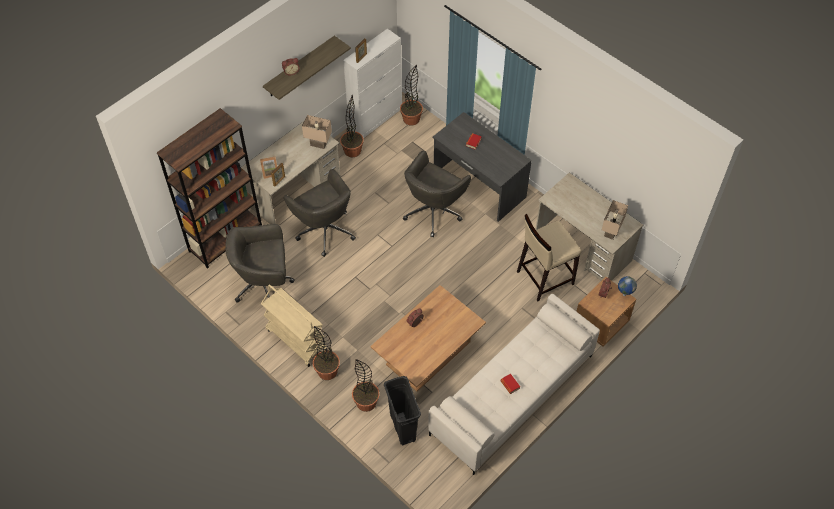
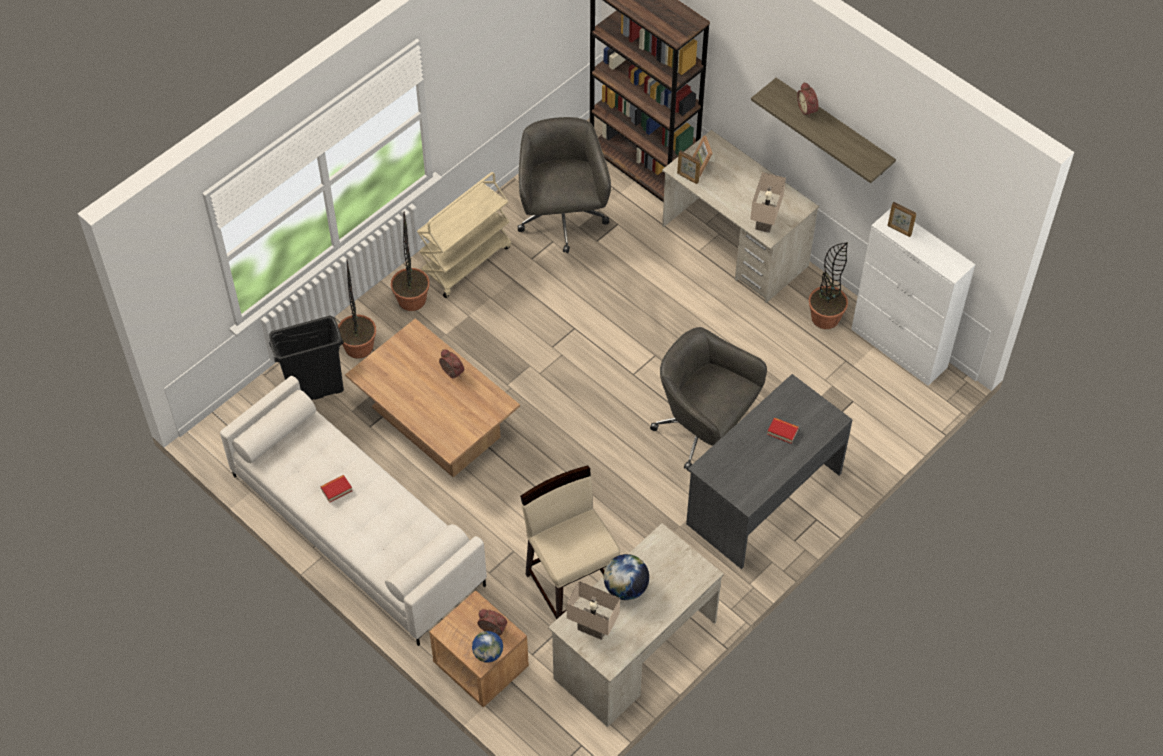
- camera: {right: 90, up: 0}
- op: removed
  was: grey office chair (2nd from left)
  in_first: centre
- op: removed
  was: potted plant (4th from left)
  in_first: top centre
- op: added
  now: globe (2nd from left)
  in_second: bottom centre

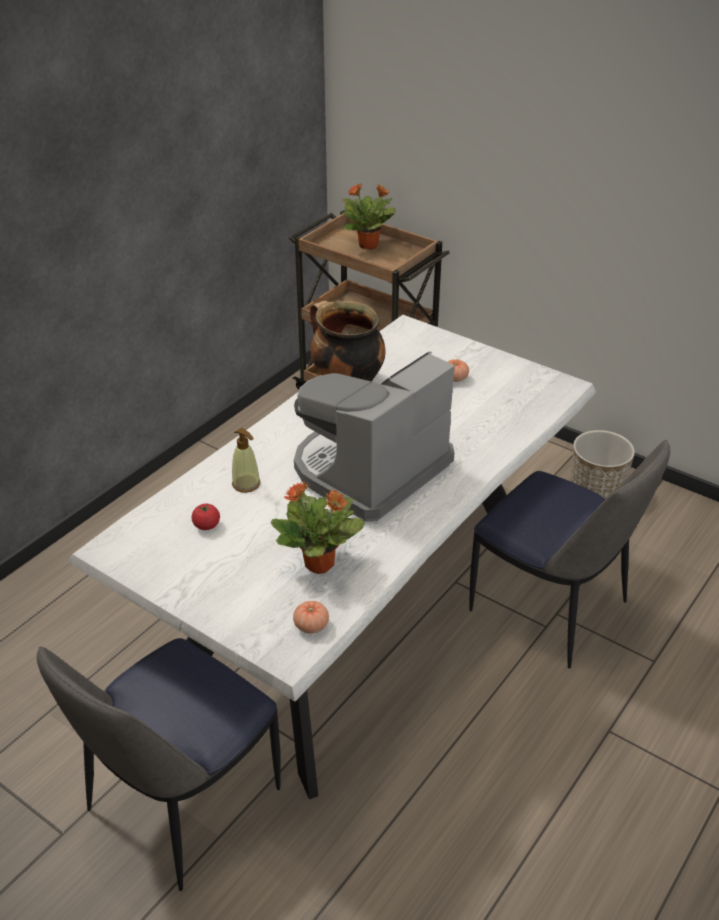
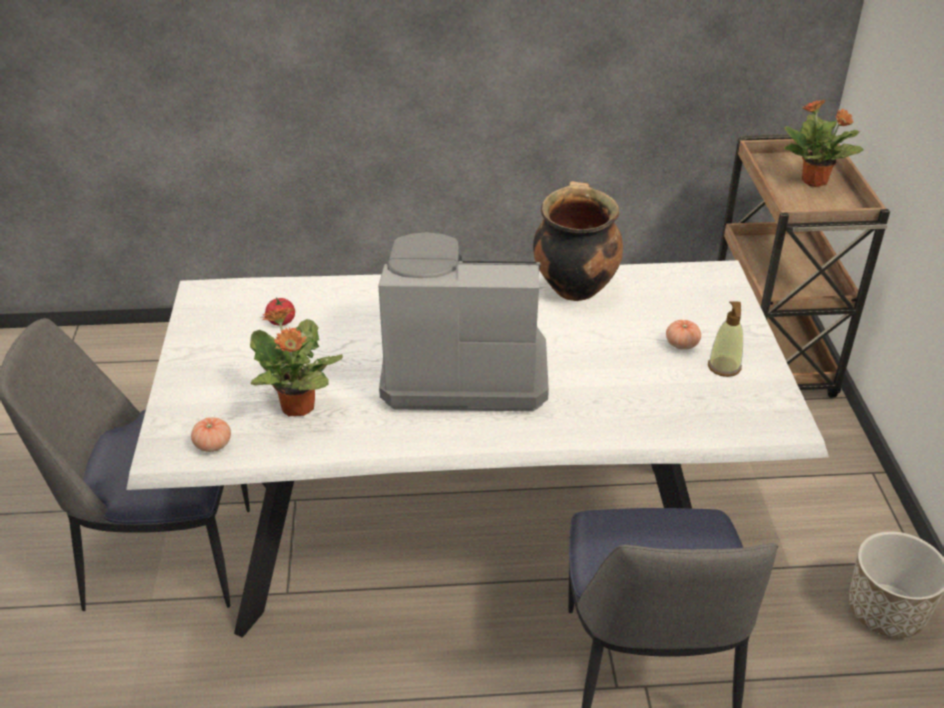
- camera: {right: 50, up: 0}
- op: moved
  was: soap dispenser
  in_first: centre
  in_second: middle right

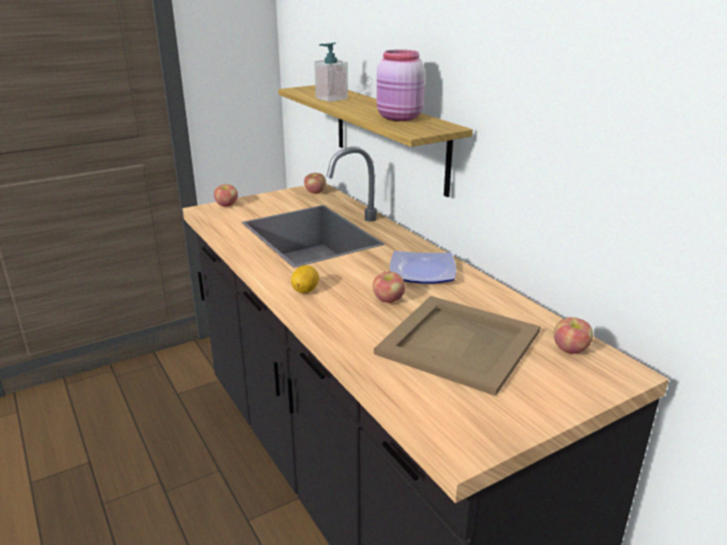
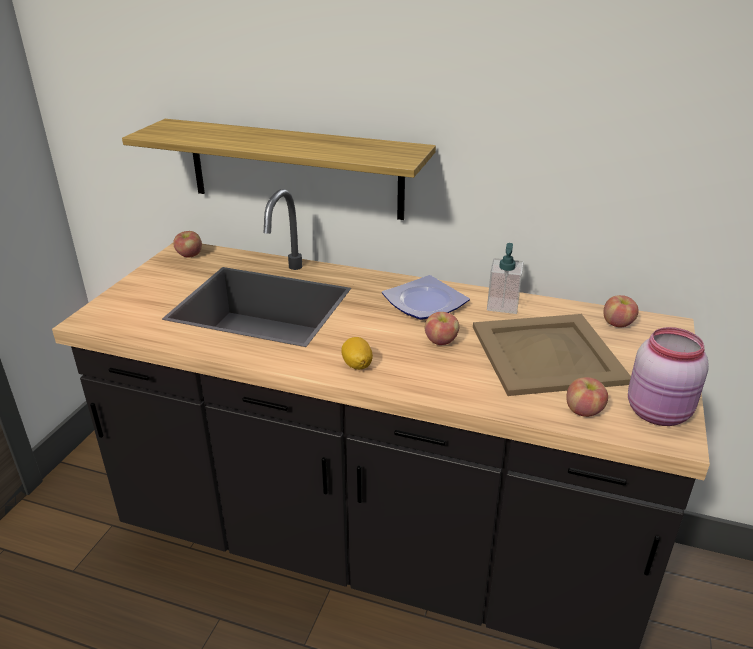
- camera: {right: -40, up: 5}
- op: moved
  was: apple (1st from left in the first image)
  now: apple (3rd from left)
  in_first: middle left
  in_second: middle right
- op: moved
  was: soap dispenser
  in_first: top centre
  in_second: middle right
- op: moved
  was: pink jar
  in_first: top centre
  in_second: middle right

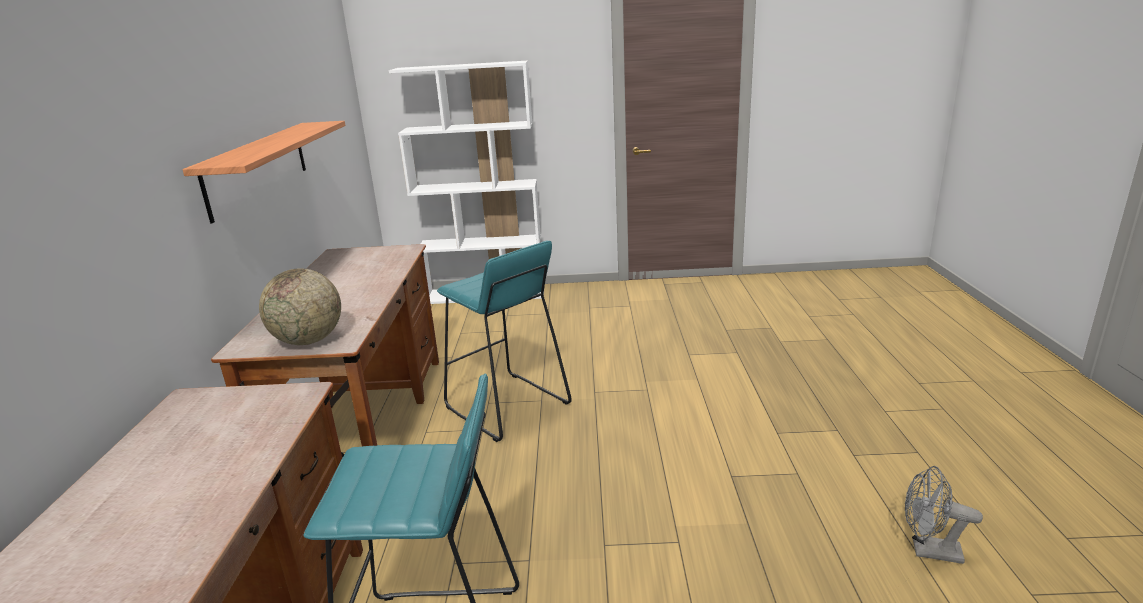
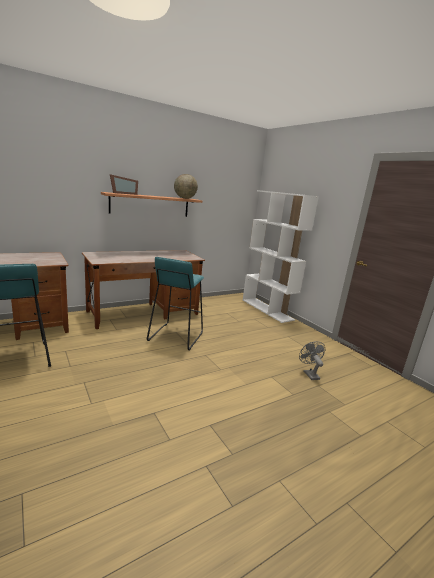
- camera: {right: 55, up: -5}
- op: moved
  was: globe
  in_first: middle left
  in_second: top centre
- op: moved
  was: grey fan
  in_first: bottom right
  in_second: middle right
- op: added
  now: picture frame
  in_second: top left

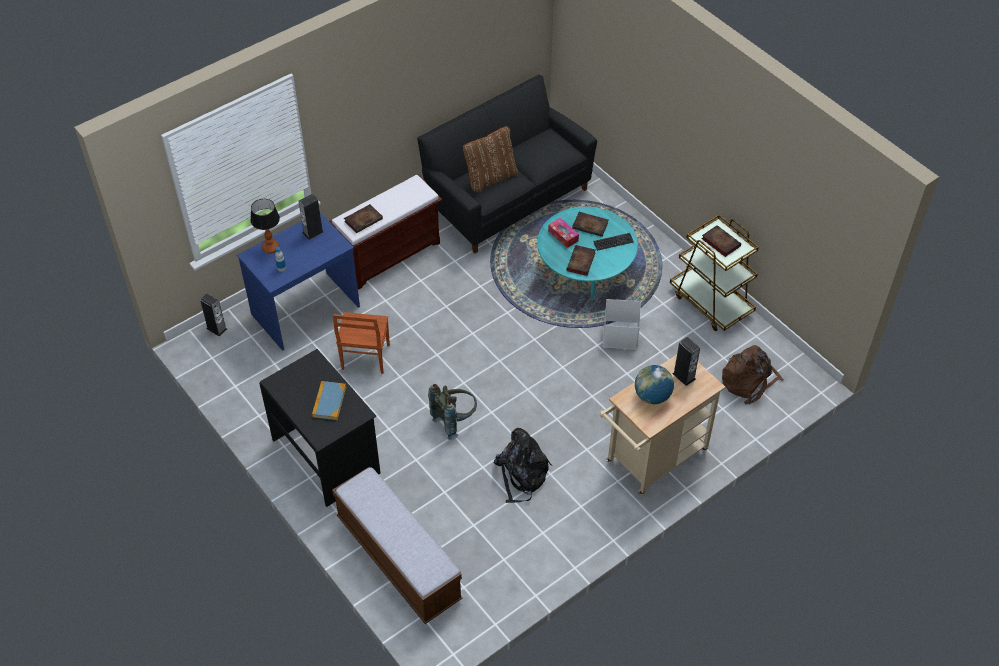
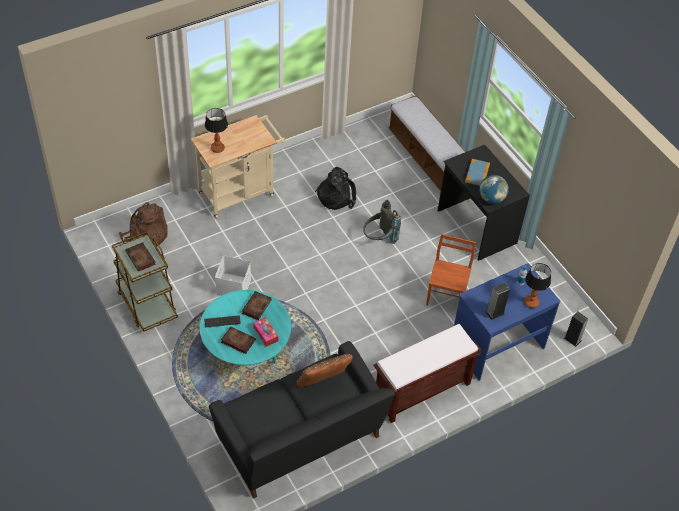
- camera: {right: -175, up: 0}
- op: removed
  was: book (2nd from left)
  in_first: top centre
- op: moved
  was: globe
  in_first: centre
  in_second: middle right
- op: replaced
  was: speaker (3rd from left)
  now: table lamp (1st from left)
  in_first: middle right
  in_second: top left

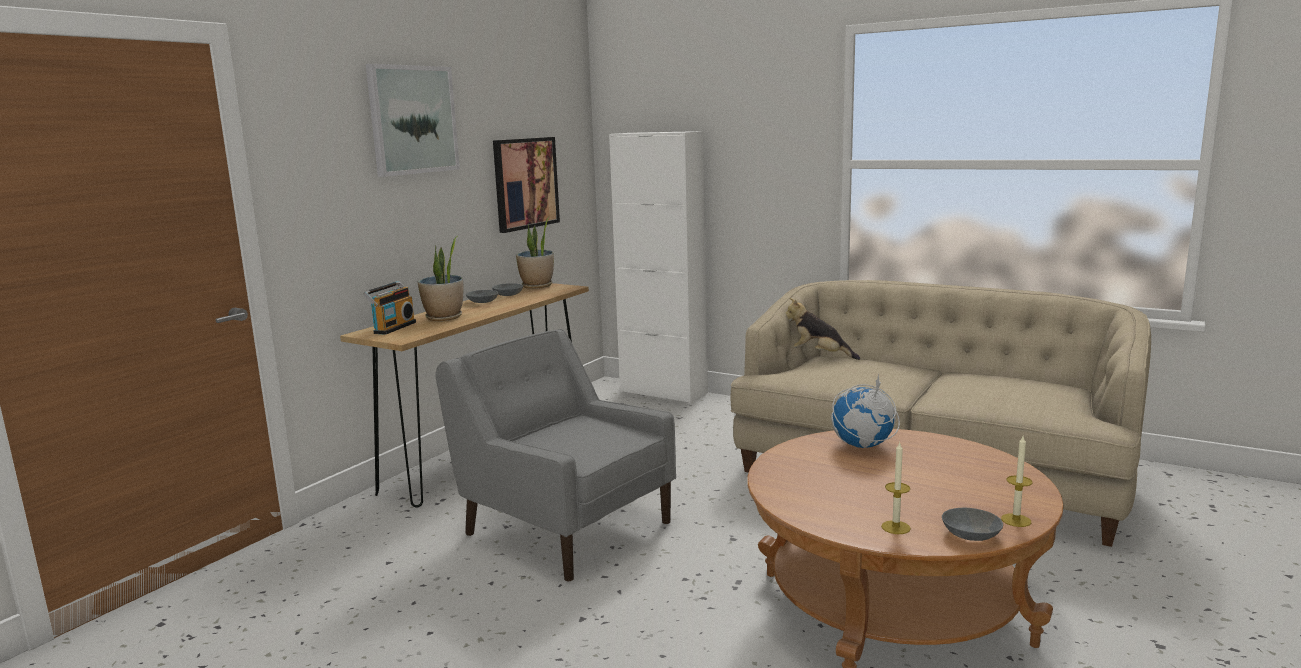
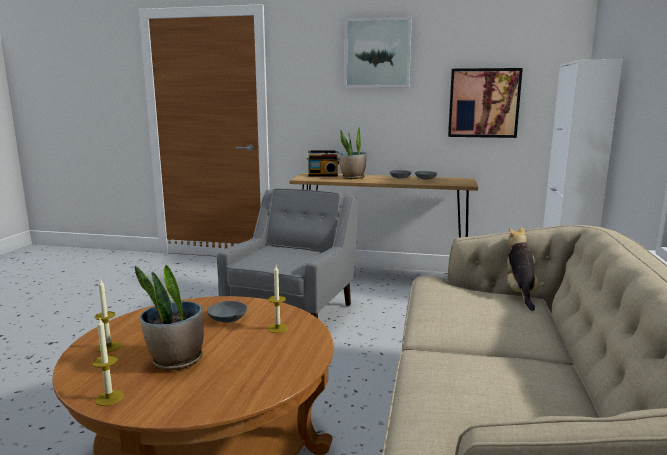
- camera: {right: 70, up: 0}
- op: moved
  was: potted plant (2nd from left in the first image)
  now: potted plant (1st from left)
  in_first: centre
  in_second: bottom left
- op: replaced
  was: globe
  now: candle (3rd from left)
  in_first: centre
  in_second: centre
- op: moved
  was: grey bowl (3rd from left in the first image)
  now: grey bowl (1st from left)
  in_first: bottom right
  in_second: bottom centre

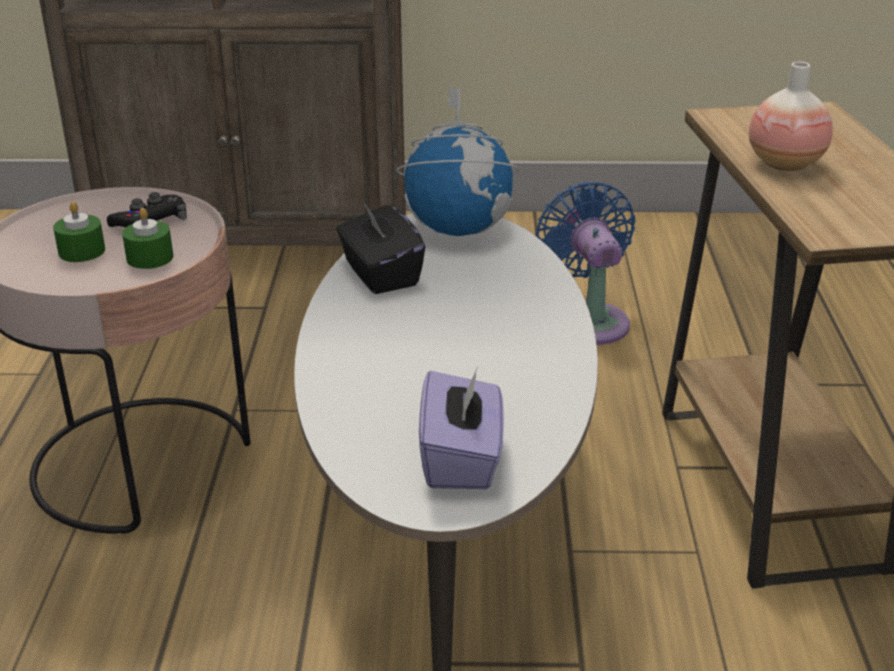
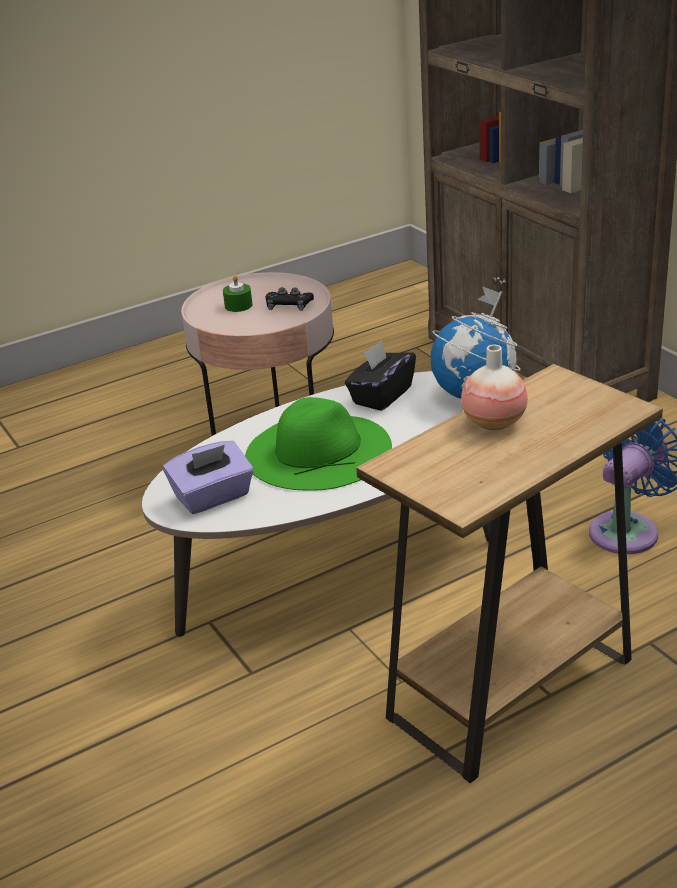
- camera: {right: 60, up: 0}
- op: removed
  was: green candle (2nd from left)
  in_first: middle left
- op: added
  now: green hat
  in_second: centre

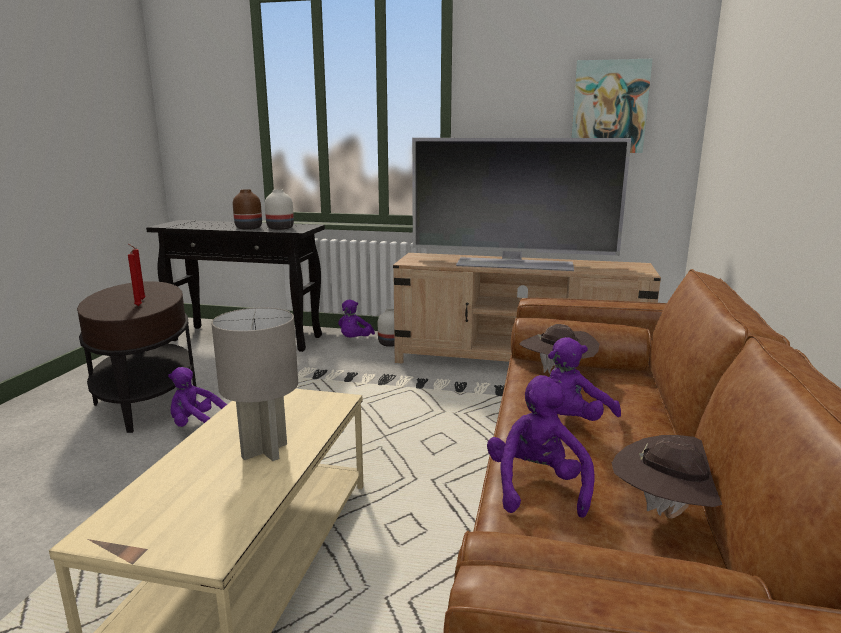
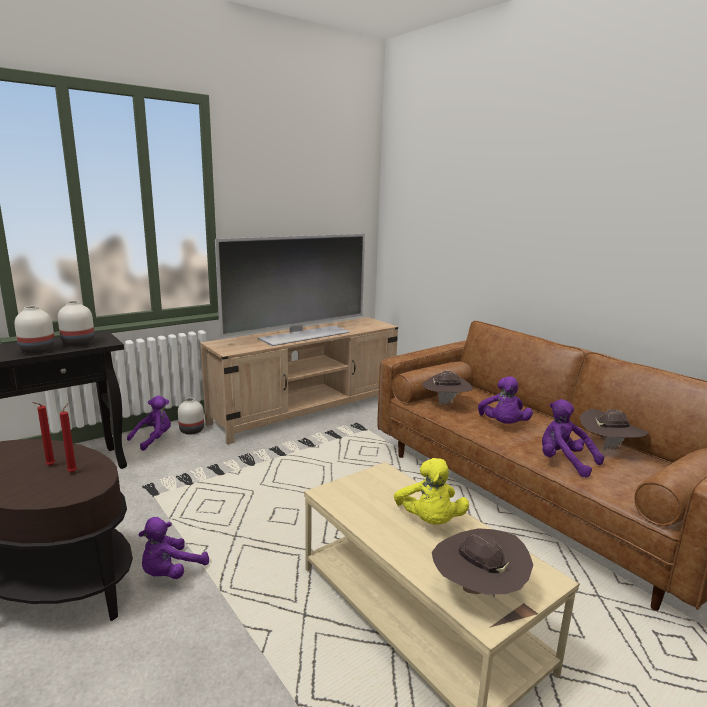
- camera: {right: -50, up: 0}
- op: replaced
  was: grey table lamp
  now: yellow plush toy
  in_first: middle left
  in_second: bottom centre
- op: recoloured
  was: brown vase
  now: white vase (1st from left)
  in_first: top left
  in_second: middle left
- op: turned
  was: purple plush toy (2nd from left in the first image)
  in_first: centre
  in_second: middle left
  clockwise: -105
- op: removed
  was: picture
  in_first: top right
- op: added
  now: brown hat (2nd from left)
  in_second: bottom right

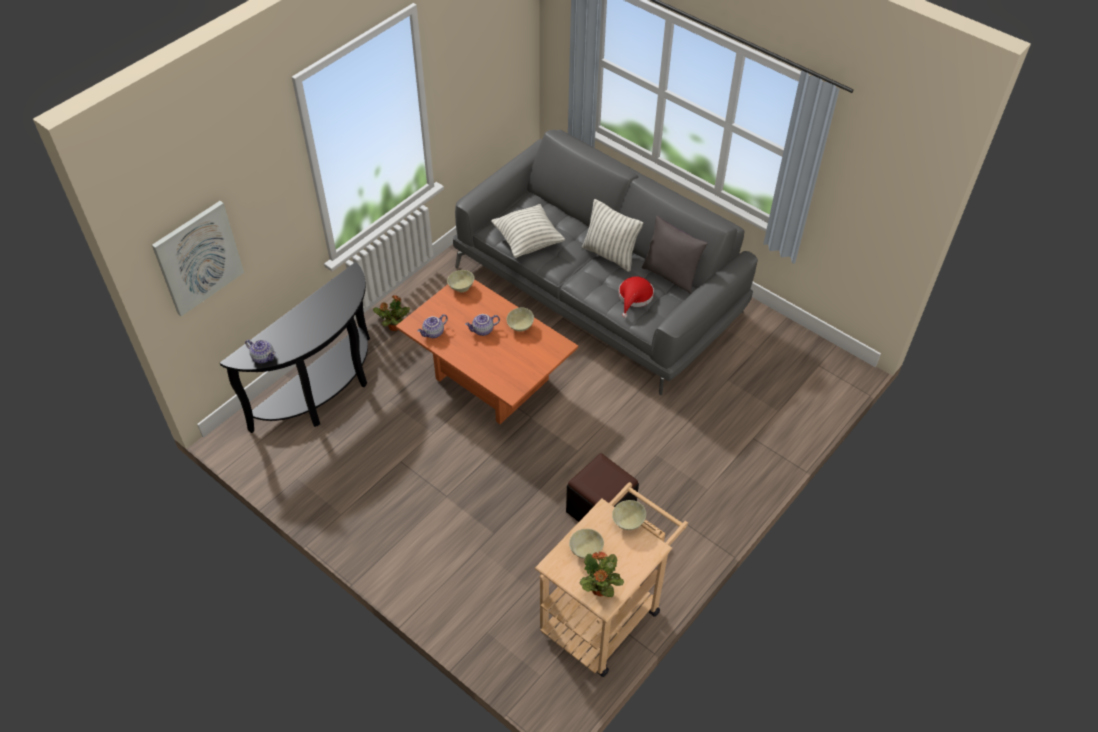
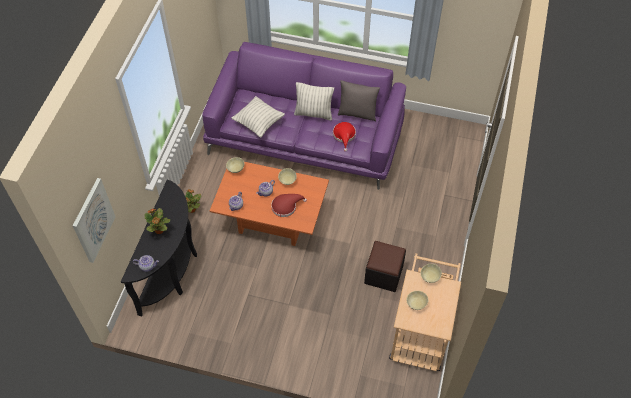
- camera: {right: -25, up: 5}
- op: recoloured
  was: grey sofa
  now: purple sofa
  in_first: centre
  in_second: top centre
- op: moved
  was: potted plant (2nd from left in the first image)
  now: potted plant (1st from left)
  in_first: bottom centre
  in_second: middle left
- op: added
  now: red hat (1st from left)
  in_second: centre

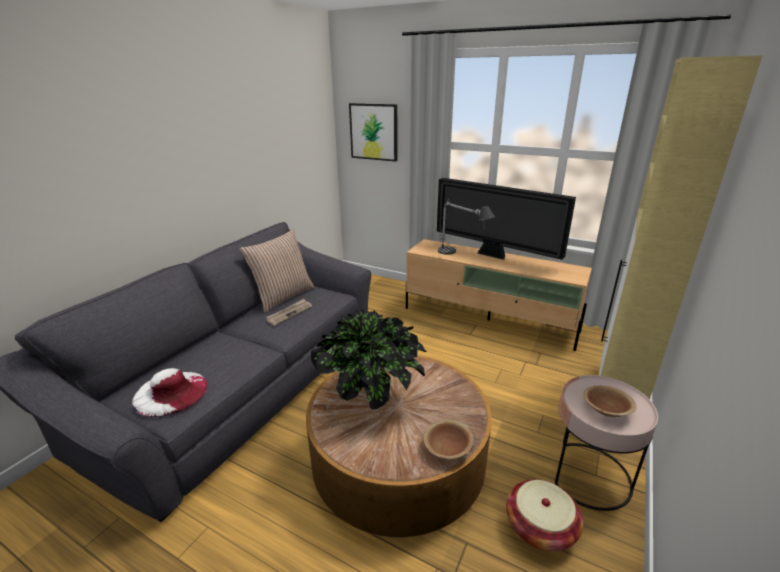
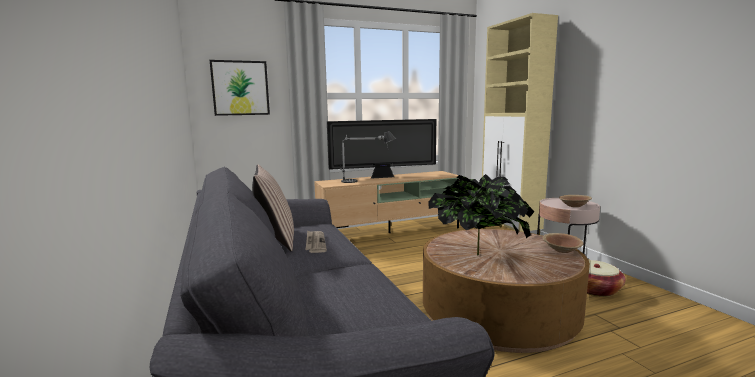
- camera: {right: -50, up: -15}
- op: removed
  was: white hat
  in_first: bottom left

